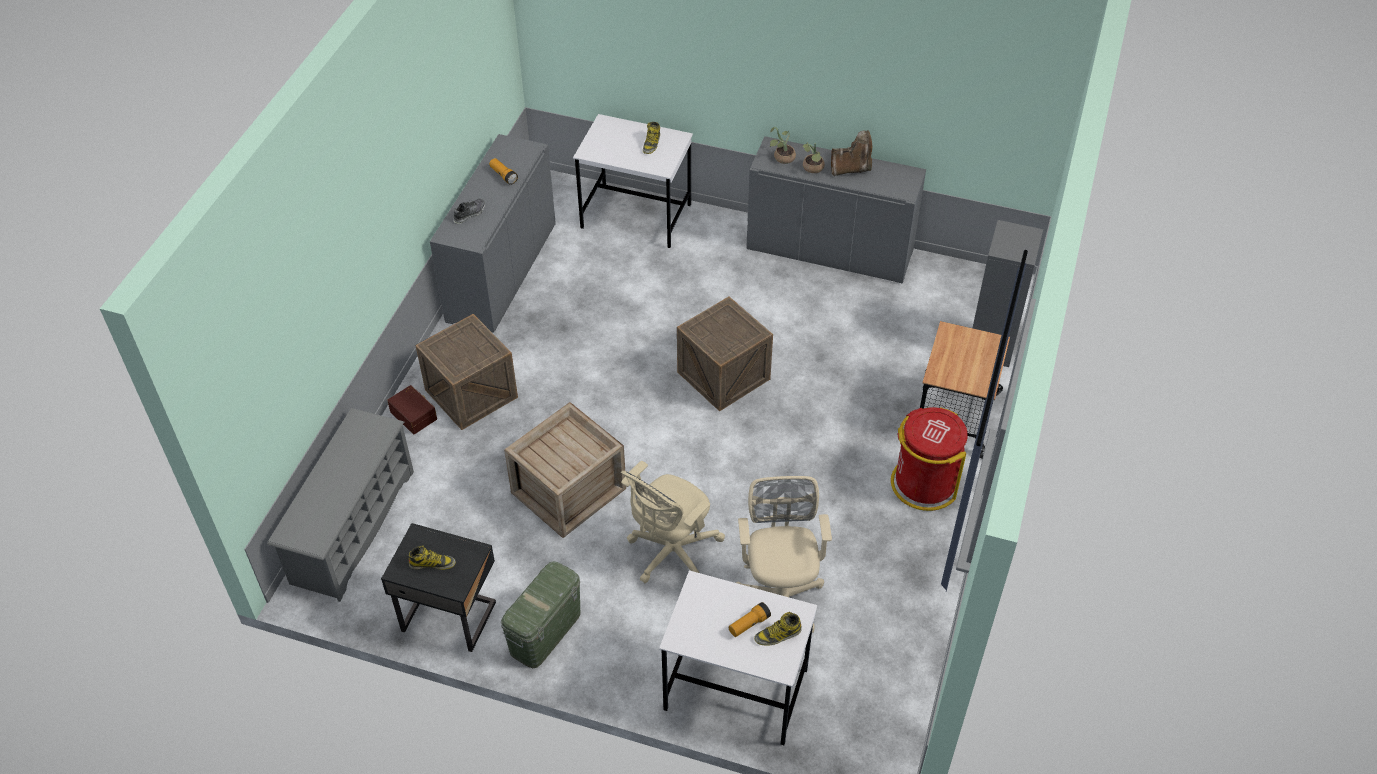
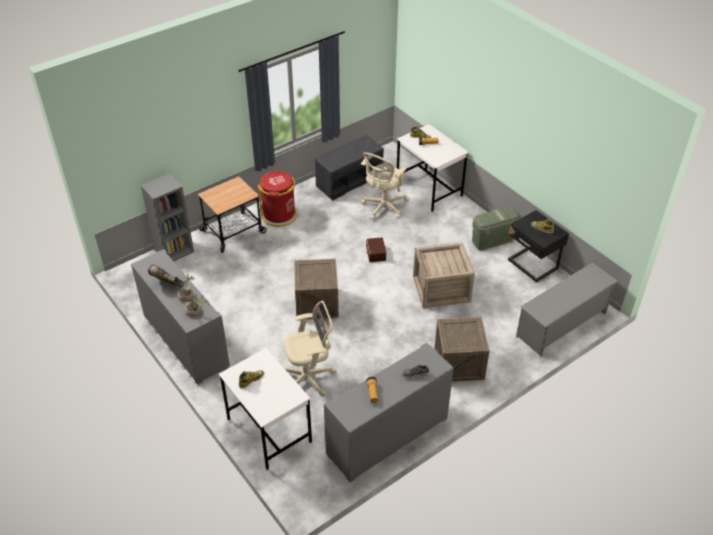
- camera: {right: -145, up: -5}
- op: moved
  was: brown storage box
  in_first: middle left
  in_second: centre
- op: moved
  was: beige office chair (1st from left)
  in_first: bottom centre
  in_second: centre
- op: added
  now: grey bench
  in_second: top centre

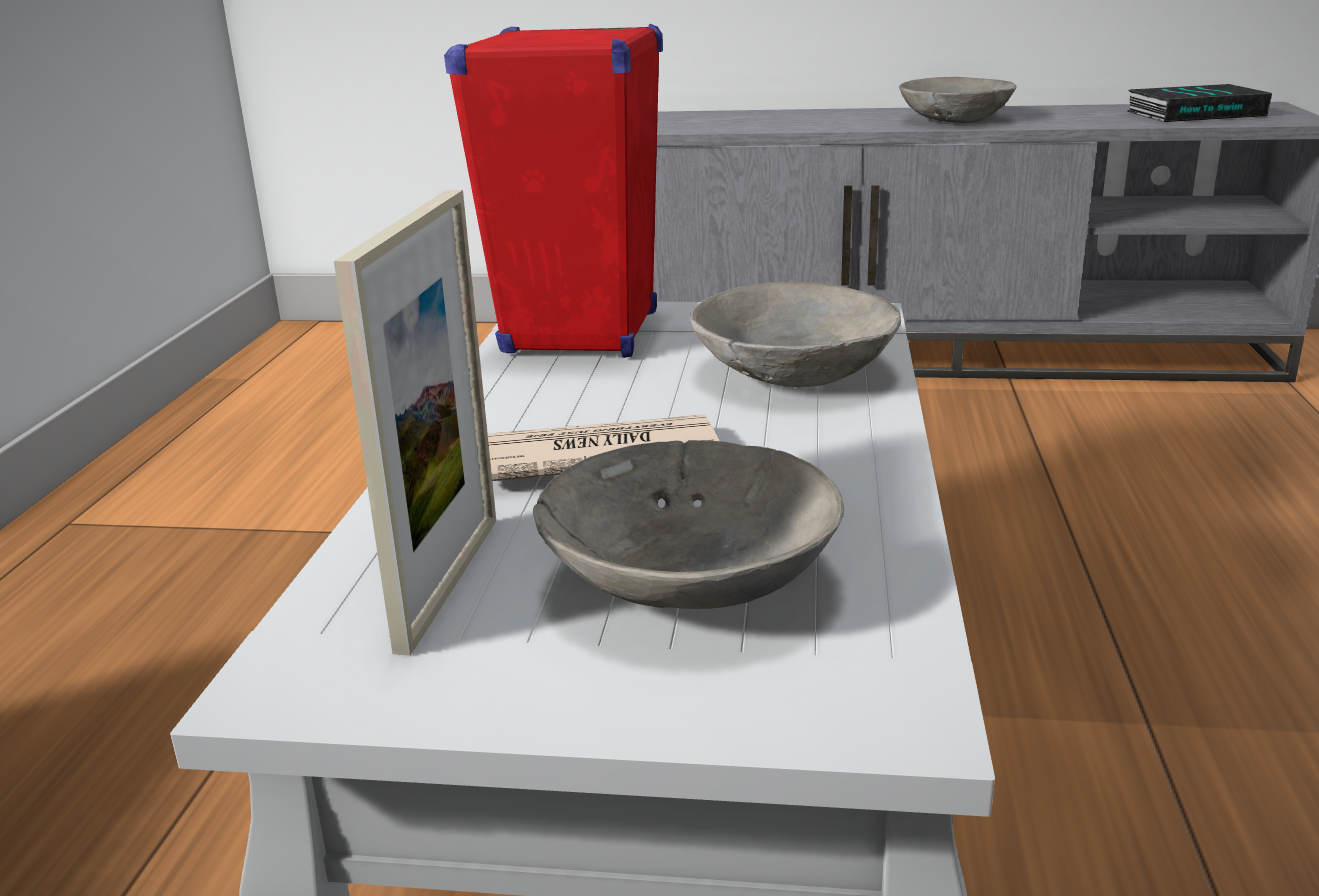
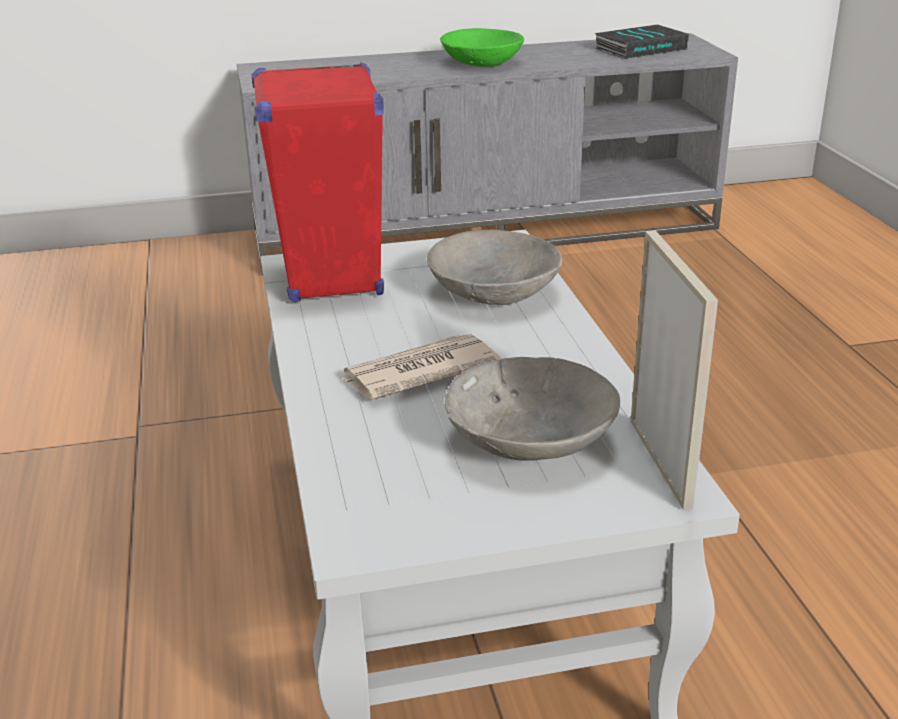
- camera: {right: -20, up: 5}
- op: moved
  was: picture frame
  in_first: middle left
  in_second: middle right
- op: recoloured
  was: grey bowl (3rd from left)
  now: green bowl
  in_first: top right
  in_second: top centre

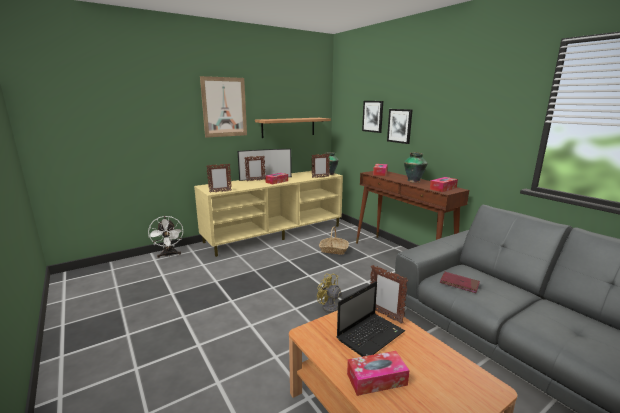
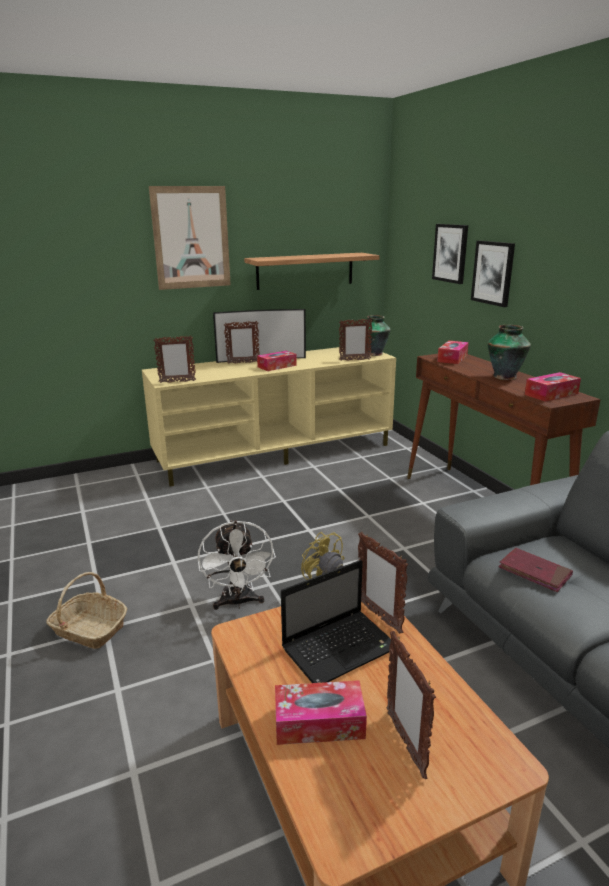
- camera: {right: 10, up: 5}
- op: moved
  was: white fan
  in_first: middle left
  in_second: centre
- op: moved
  was: basket
  in_first: centre
  in_second: bottom left
- op: added
  now: picture frame (5th from left)
  in_second: bottom right

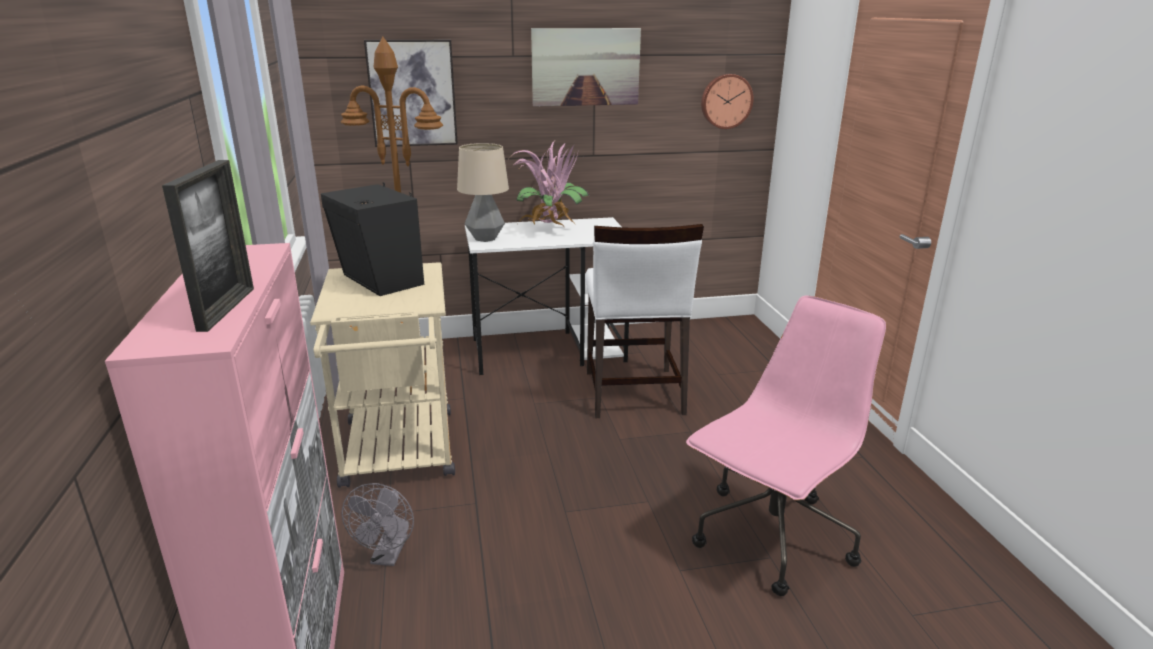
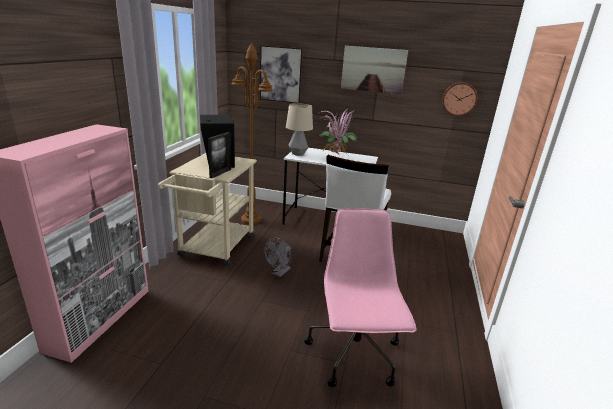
- camera: {right: 25, up: 0}
- op: moved
  was: picture frame
  in_first: middle left
  in_second: centre
- op: moved
  was: grey fan
  in_first: bottom left
  in_second: centre
- op: turned
  was: pink office chair
  in_first: bottom right
  in_second: bottom centre
  clockwise: -75

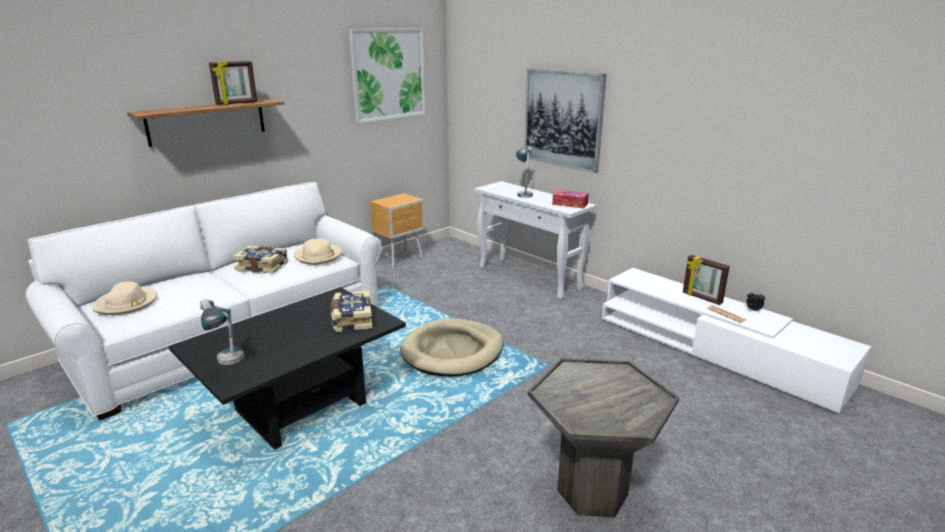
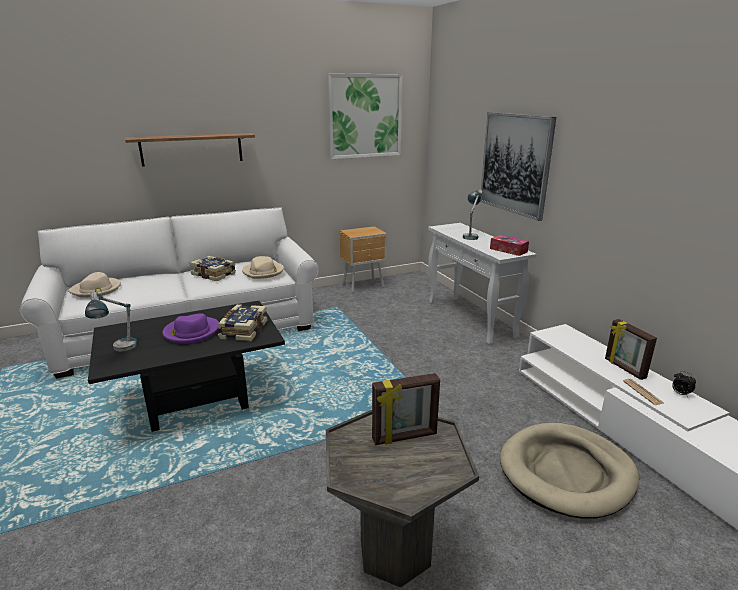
- camera: {right: 20, up: 0}
- op: moved
  was: picture frame (1st from left)
  in_first: top left
  in_second: bottom centre
- op: moved
  was: beige dog bed
  in_first: centre
  in_second: bottom right
- op: added
  now: purple hat
  in_second: middle left

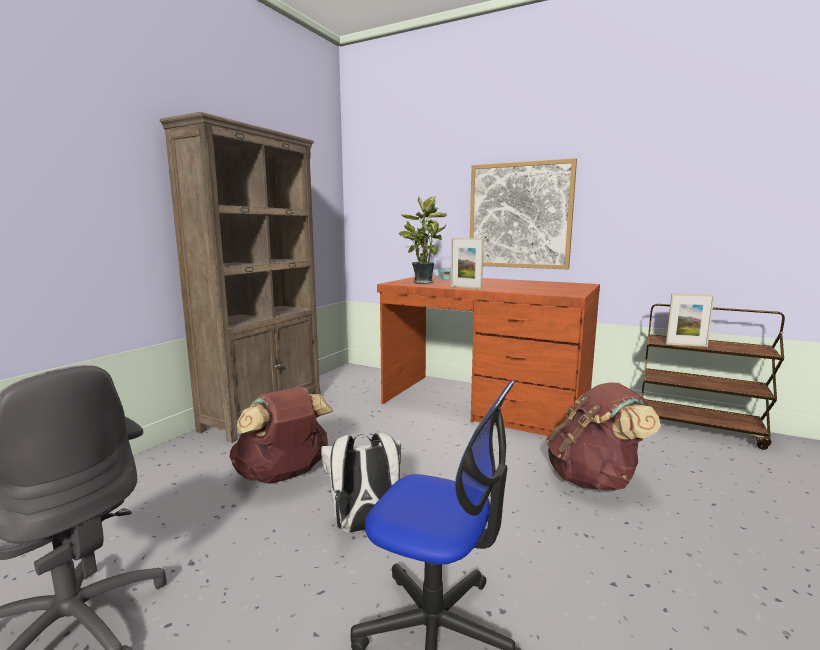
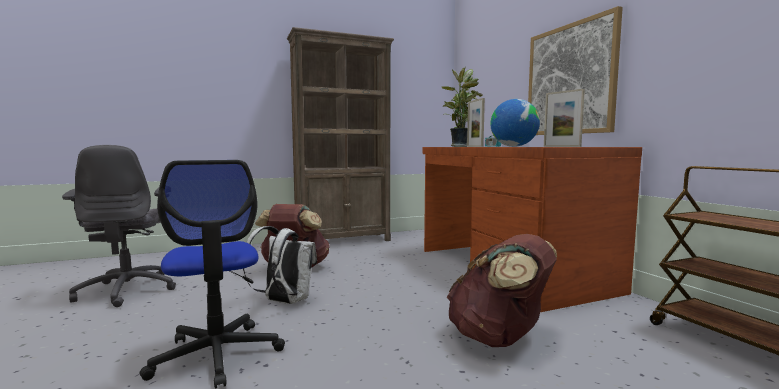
- camera: {right: 40, up: -5}
- op: moved
  was: picture frame (2nd from left)
  in_first: middle right
  in_second: top right
- op: added
  now: globe
  in_second: top centre

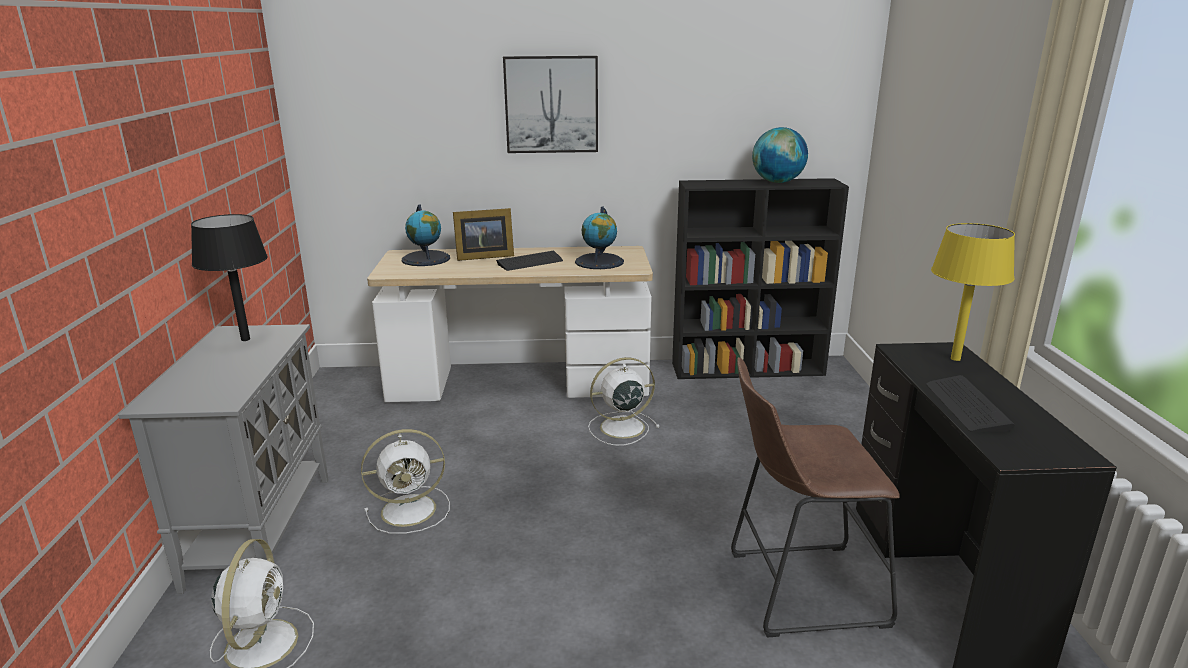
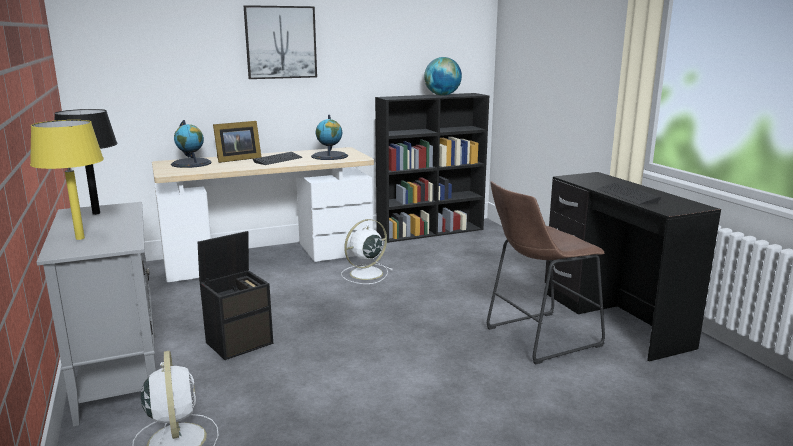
- camera: {right: -20, up: -5}
- op: replaced
  was: white fan (2nd from left)
  now: black storage box
  in_first: bottom centre
  in_second: middle left
- op: moved
  was: yellow table lamp
  in_first: middle right
  in_second: middle left

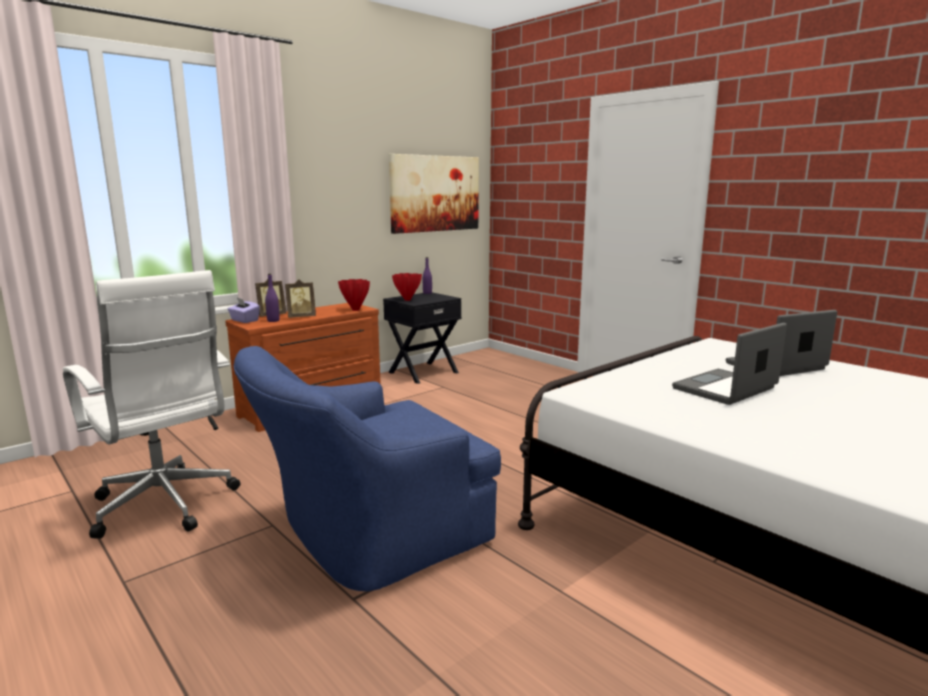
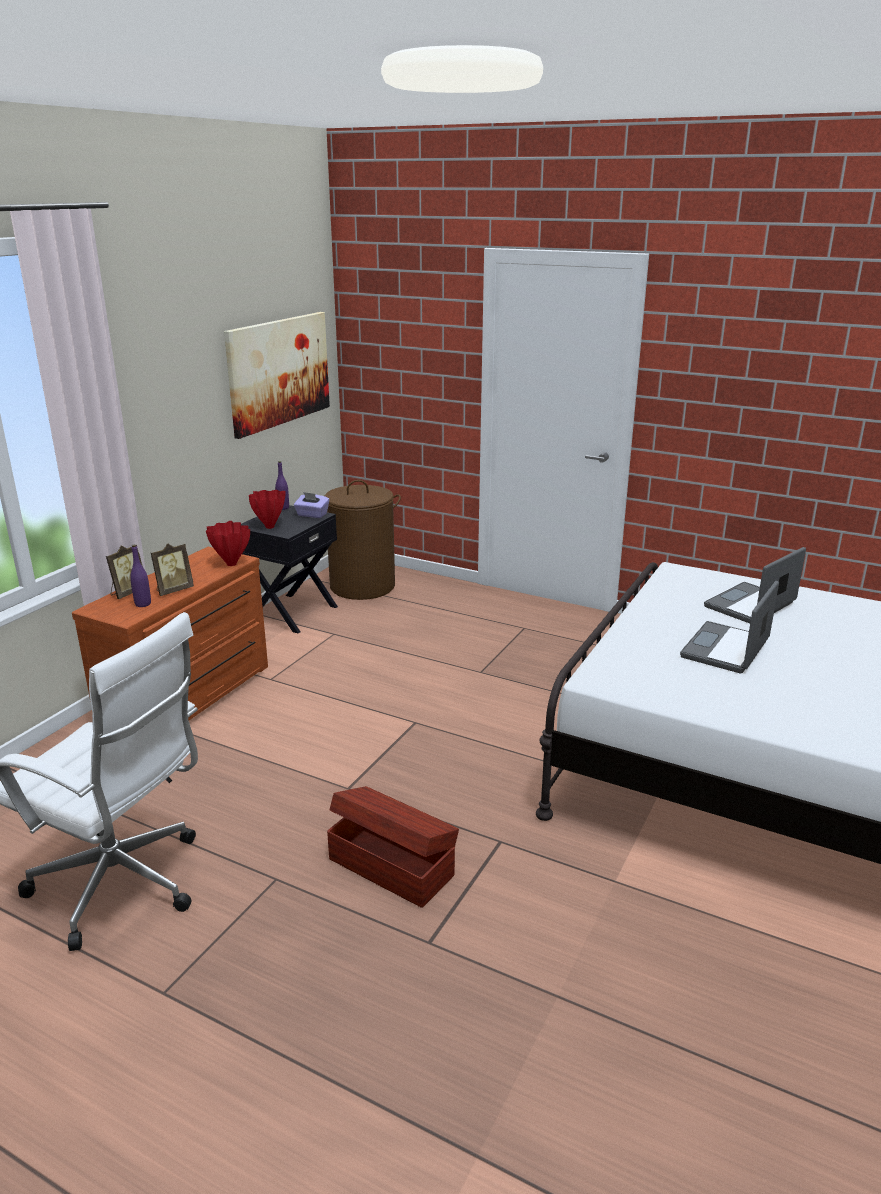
- camera: {right: -20, up: 10}
- op: moved
  was: purple tissue box
  in_first: middle left
  in_second: centre
- op: replaced
  was: blue armchair
  now: brown storage box
  in_first: bottom centre
  in_second: bottom centre
- op: added
  now: brown laundry basket
  in_second: centre

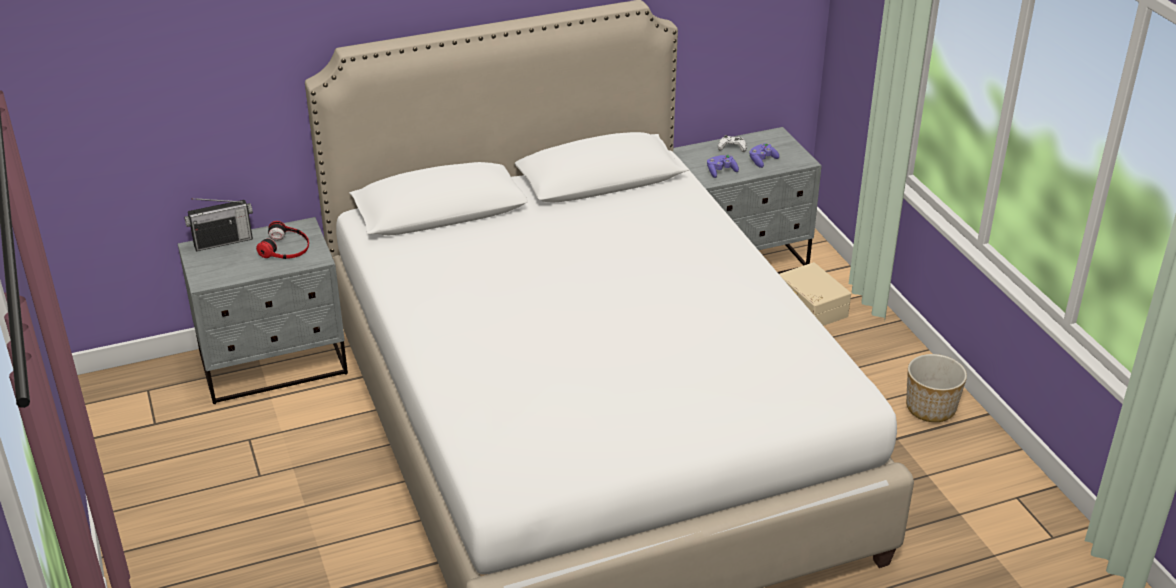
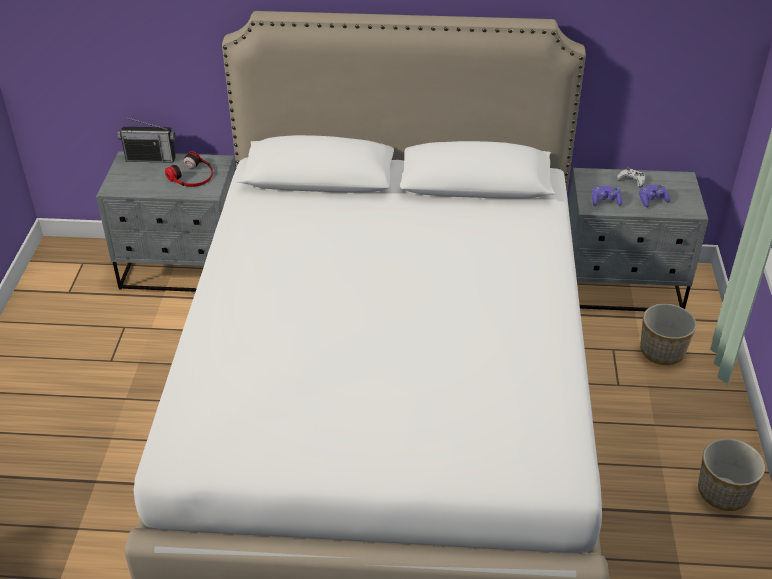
- camera: {right: 25, up: 5}
- op: replaced
  was: beige storage box
  now: planter (1st from left)
  in_first: middle right
  in_second: middle right

